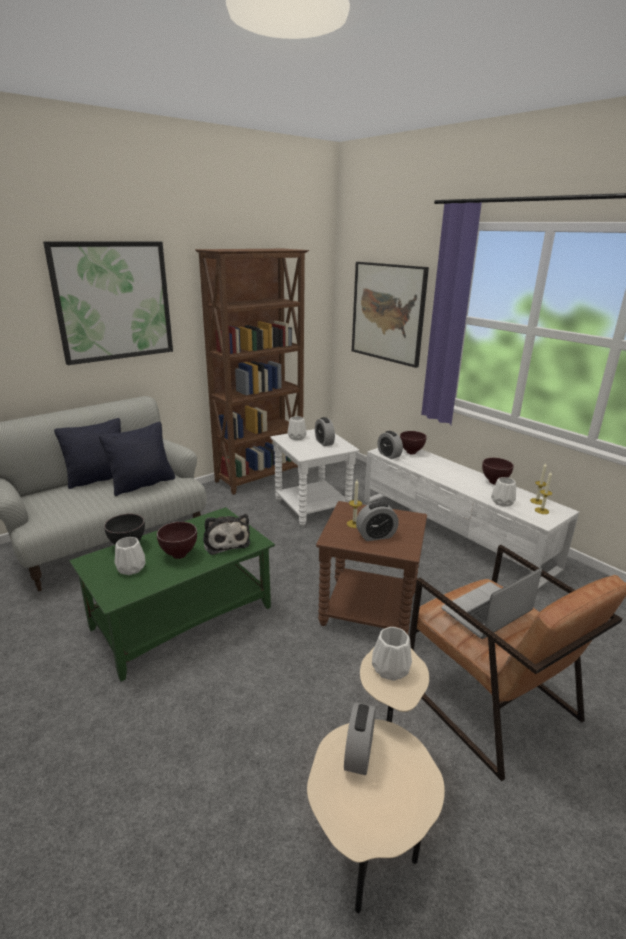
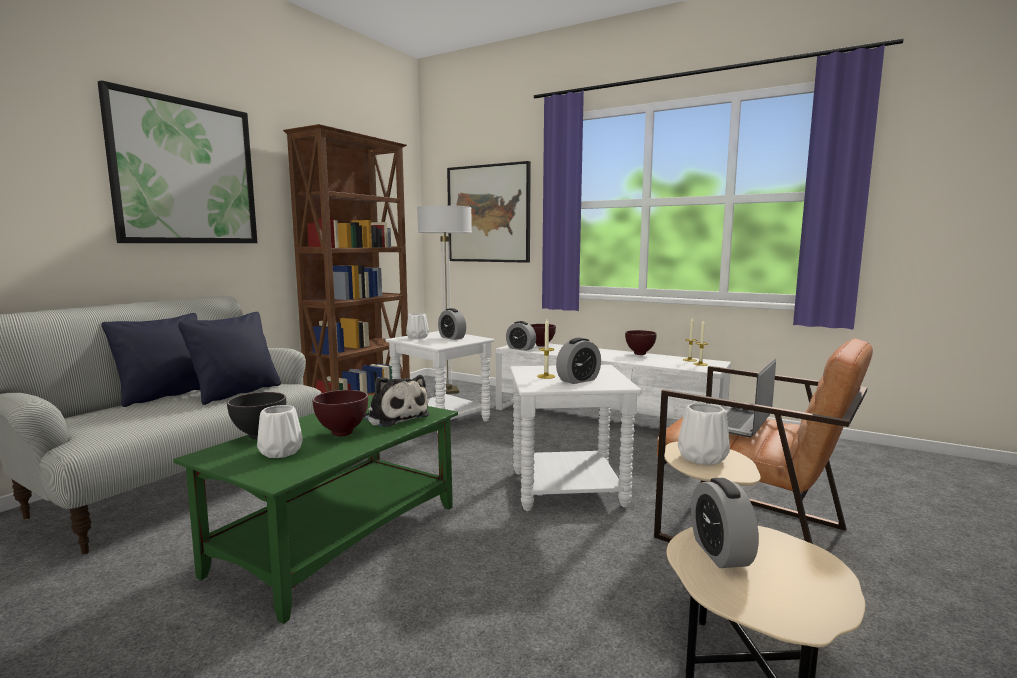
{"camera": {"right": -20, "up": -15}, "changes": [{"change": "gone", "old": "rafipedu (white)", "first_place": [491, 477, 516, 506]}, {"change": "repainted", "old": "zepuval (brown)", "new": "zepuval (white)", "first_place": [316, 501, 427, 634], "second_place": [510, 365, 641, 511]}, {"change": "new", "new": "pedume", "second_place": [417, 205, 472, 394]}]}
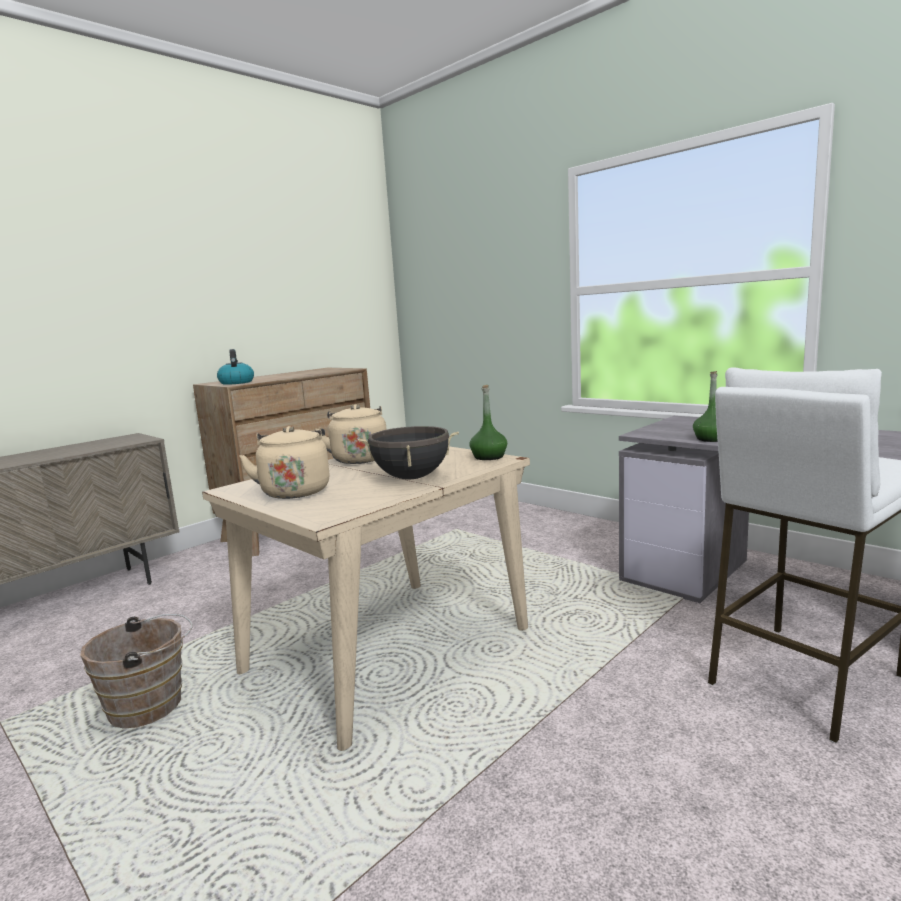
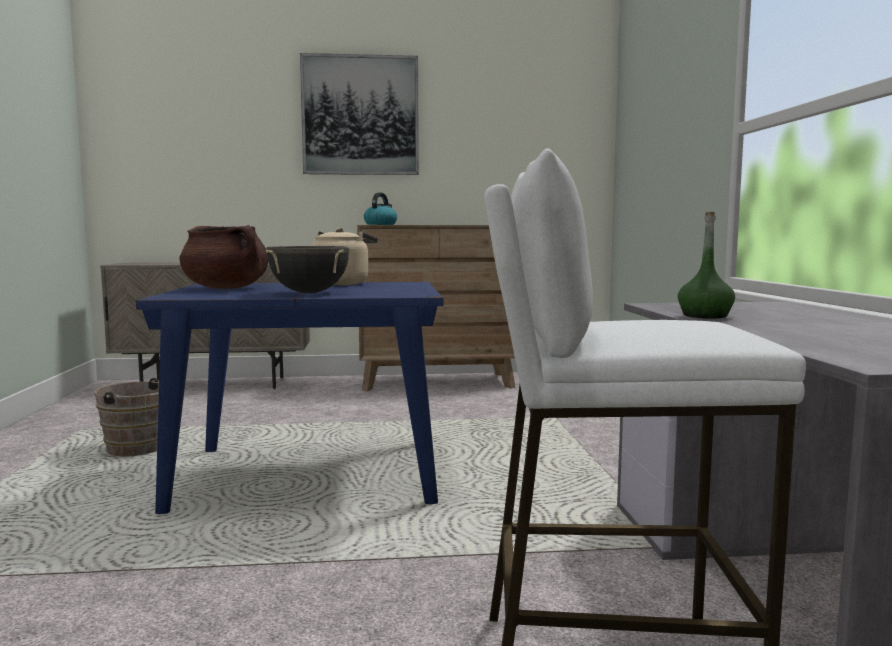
{"camera": {"right": 40, "up": -5}, "changes": [{"change": "gone", "old": "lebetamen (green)", "first_place": [469, 385, 507, 460]}, {"change": "swapped", "old": "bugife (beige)", "new": "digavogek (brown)", "first_place": [239, 426, 330, 499], "second_place": [179, 225, 268, 289]}, {"change": "repainted", "old": "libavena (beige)", "new": "libavena (blue)", "first_place": [202, 446, 530, 751], "second_place": [136, 282, 443, 514]}, {"change": "new", "new": "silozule", "second_place": [300, 53, 419, 175]}]}
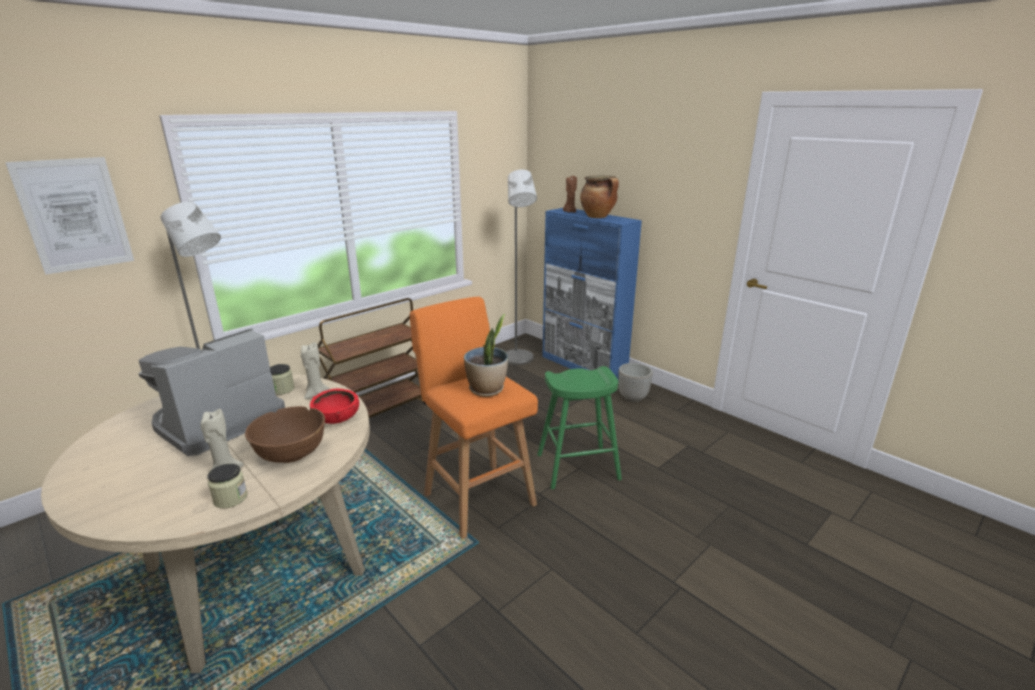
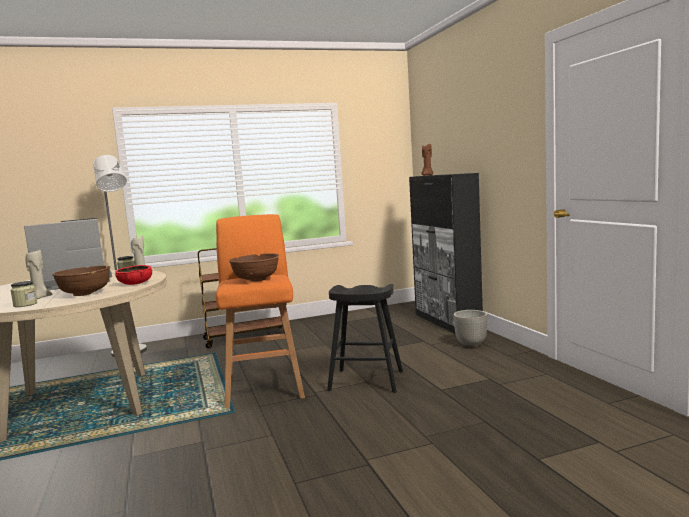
{"camera": {"right": 25, "up": -15}, "changes": [{"change": "gone", "old": "silozule", "first_place": [5, 157, 134, 275]}, {"change": "gone", "old": "pedume (grey)", "first_place": [506, 170, 537, 365]}, {"change": "gone", "old": "digavogek", "first_place": [580, 175, 619, 218]}, {"change": "repainted", "old": "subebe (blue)", "new": "subebe (black)", "first_place": [543, 208, 642, 379], "second_place": [409, 173, 483, 334]}, {"change": "swapped", "old": "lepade", "new": "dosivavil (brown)", "first_place": [464, 314, 508, 397], "second_place": [229, 253, 279, 282]}, {"change": "repainted", "old": "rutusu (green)", "new": "rutusu (black)", "first_place": [537, 366, 622, 489], "second_place": [327, 284, 403, 393]}]}
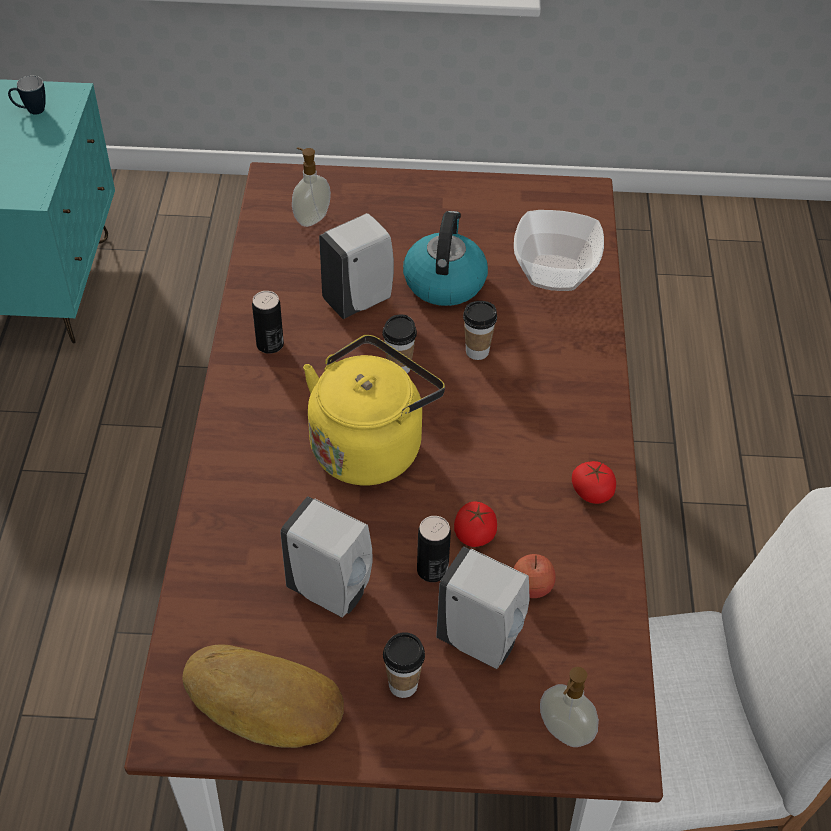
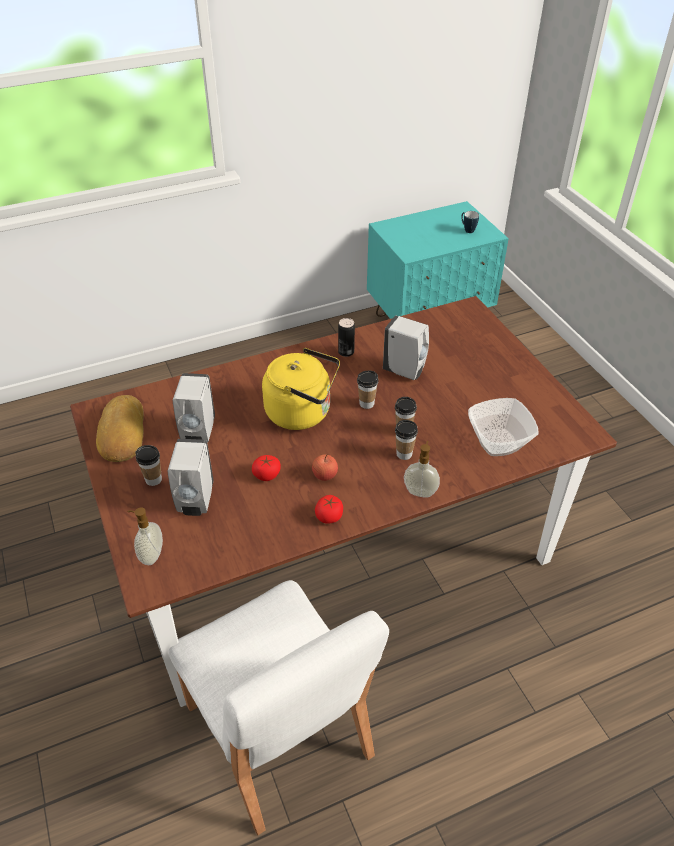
{"camera": {"right": 65, "up": -5}, "changes": [{"change": "shifted", "old": "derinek", "first_place": [292, 147, 331, 227], "second_place": [404, 441, 440, 498]}, {"change": "gone", "old": "bugife", "first_place": [403, 211, 488, 306]}, {"change": "gone", "old": "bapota", "first_place": [417, 516, 451, 582]}, {"change": "shifted", "old": "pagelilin", "first_place": [514, 554, 556, 598], "second_place": [312, 454, 338, 481]}, {"change": "new", "new": "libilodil", "second_place": [395, 420, 418, 460]}]}
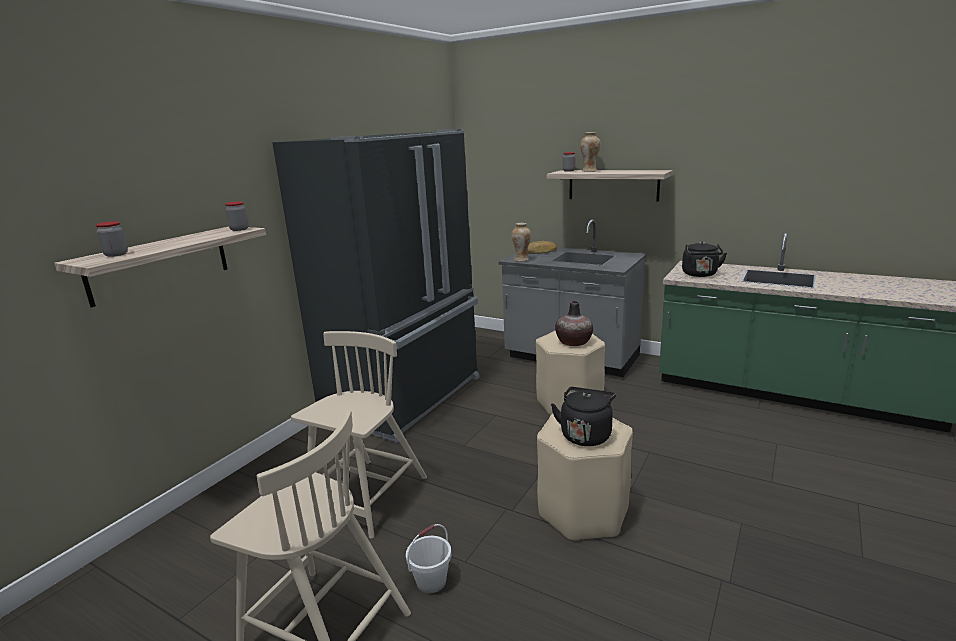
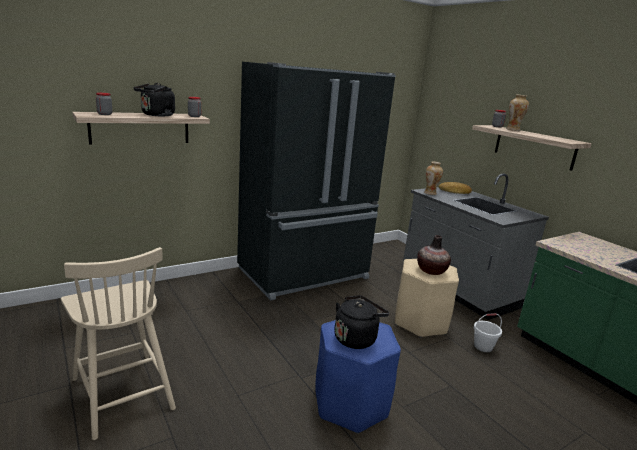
{"camera": {"right": 25, "up": 0}, "changes": [{"change": "shifted", "old": "bugife (black)", "first_place": [682, 242, 727, 277], "second_place": [134, 83, 175, 116]}, {"change": "gone", "old": "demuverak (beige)", "first_place": [291, 331, 427, 539]}, {"change": "repainted", "old": "rutusu (beige)", "new": "rutusu (blue)", "first_place": [537, 414, 633, 541], "second_place": [315, 320, 401, 434]}, {"change": "shifted", "old": "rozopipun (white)", "first_place": [406, 524, 451, 593], "second_place": [474, 313, 502, 352]}]}
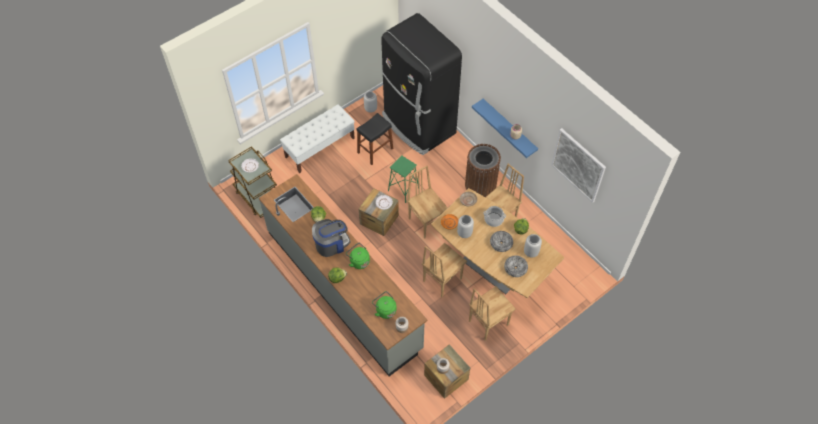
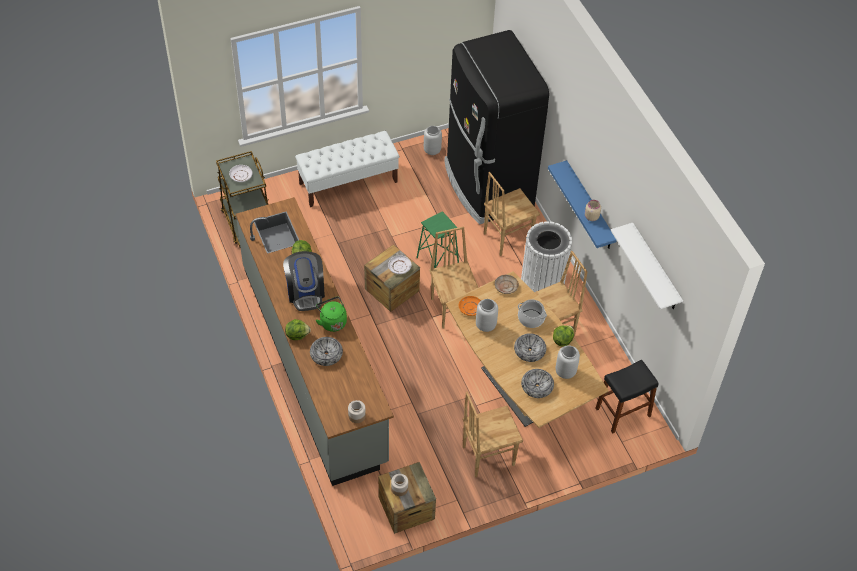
{"camera": {"right": 15, "up": -5}, "changes": [{"change": "shifted", "old": "rutusu (black)", "first_place": [357, 113, 393, 165], "second_place": [595, 360, 659, 433]}, {"change": "swapped", "old": "silozule", "new": "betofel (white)", "first_place": [551, 128, 606, 203], "second_place": [611, 223, 683, 309]}, {"change": "repainted", "old": "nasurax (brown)", "new": "nasurax (white)", "first_place": [465, 144, 501, 197], "second_place": [521, 221, 572, 292]}, {"change": "rotated", "old": "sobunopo", "first_place": [312, 219, 350, 257], "second_place": [283, 251, 325, 311], "degrees": 90}, {"change": "shifted", "old": "demuverak (brown)", "first_place": [422, 243, 467, 297], "second_place": [484, 172, 540, 256]}, {"change": "gone", "old": "bugife (green)", "first_place": [372, 291, 396, 319]}, {"change": "new", "new": "dosivavil", "second_place": [310, 337, 343, 366]}]}
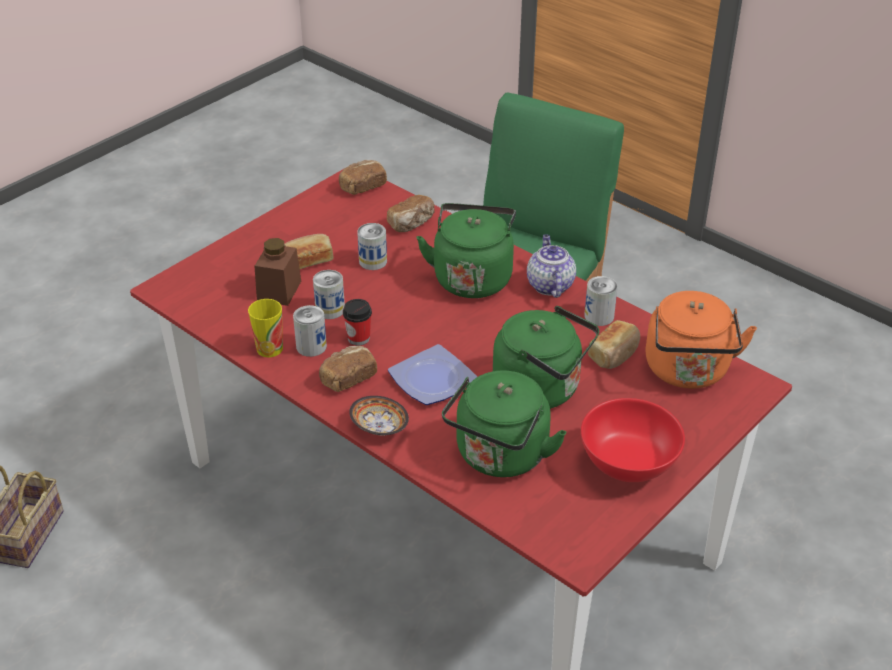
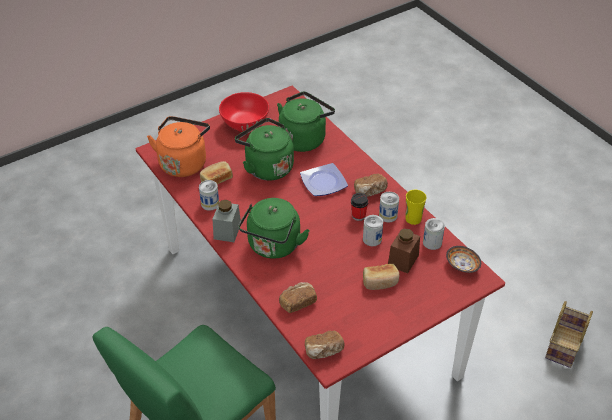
{"camera": {"right": -165, "up": 5}, "changes": [{"change": "shifted", "old": "bapota", "first_place": [357, 223, 387, 270], "second_place": [423, 218, 445, 250]}, {"change": "swapped", "old": "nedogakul", "new": "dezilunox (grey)", "first_place": [527, 234, 576, 298], "second_place": [213, 200, 241, 242]}, {"change": "shifted", "old": "dosivavil", "first_place": [349, 396, 409, 435], "second_place": [446, 246, 481, 273]}]}
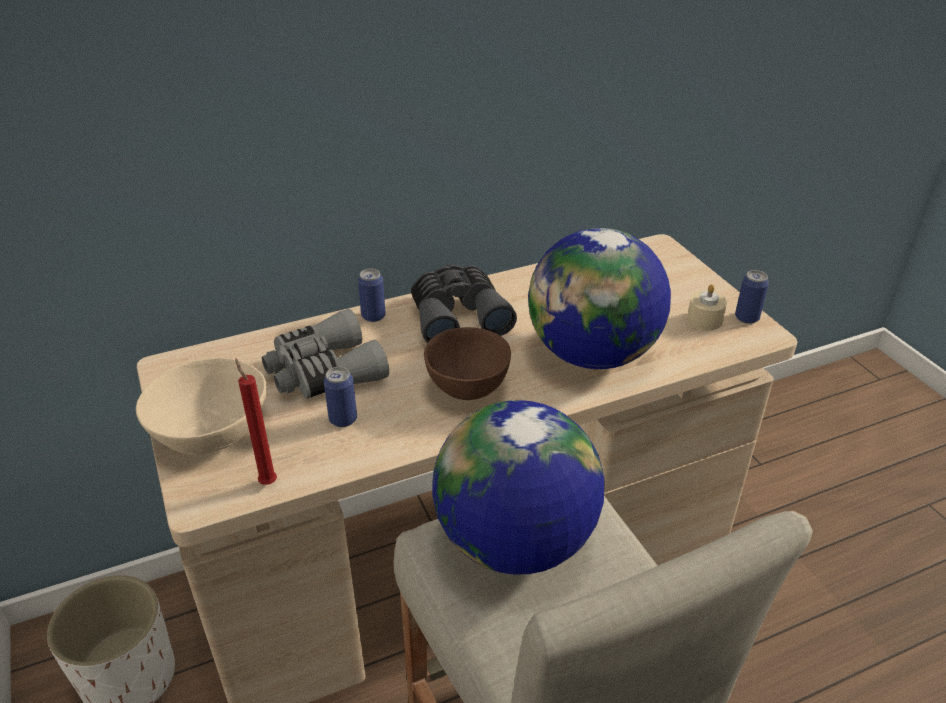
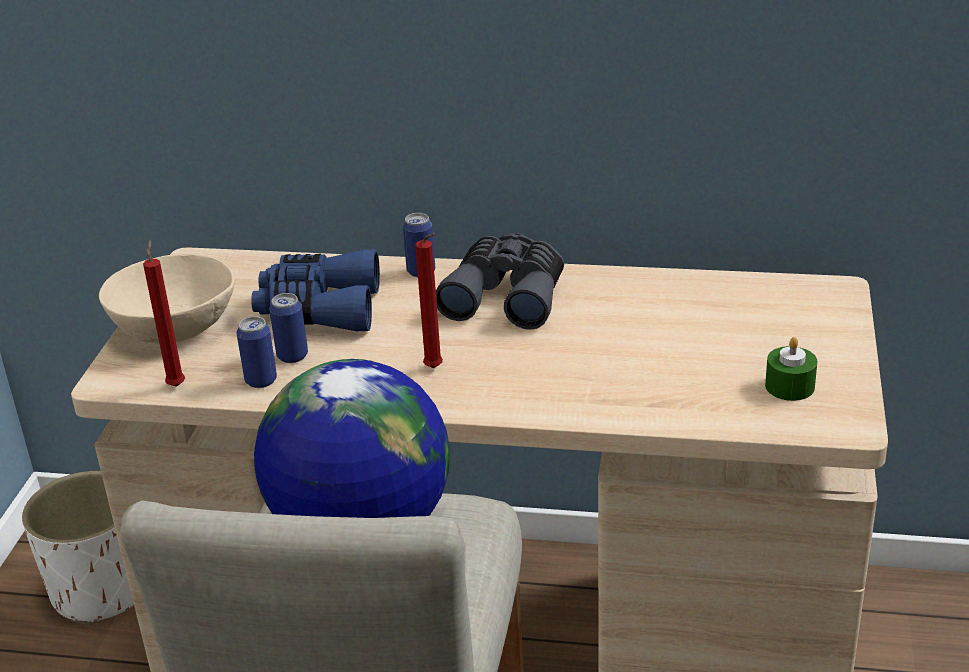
{"camera": {"right": 35, "up": -5}, "changes": [{"change": "gone", "old": "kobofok", "first_place": [528, 228, 671, 369]}, {"change": "shifted", "old": "bapota", "first_place": [735, 270, 769, 324], "second_place": [237, 316, 277, 388]}, {"change": "repainted", "old": "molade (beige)", "new": "molade (green)", "first_place": [687, 284, 727, 330], "second_place": [765, 337, 817, 401]}, {"change": "repainted", "old": "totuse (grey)", "new": "totuse (blue)", "first_place": [262, 309, 389, 399], "second_place": [251, 249, 380, 331]}, {"change": "swapped", "old": "dosivavil (brown)", "new": "molade (red)", "first_place": [424, 327, 511, 400], "second_place": [415, 233, 443, 368]}]}
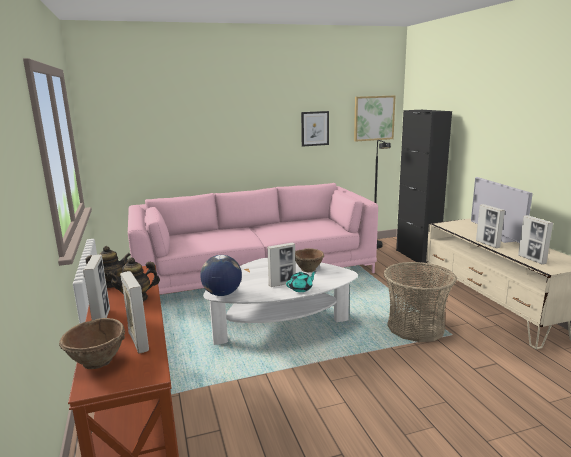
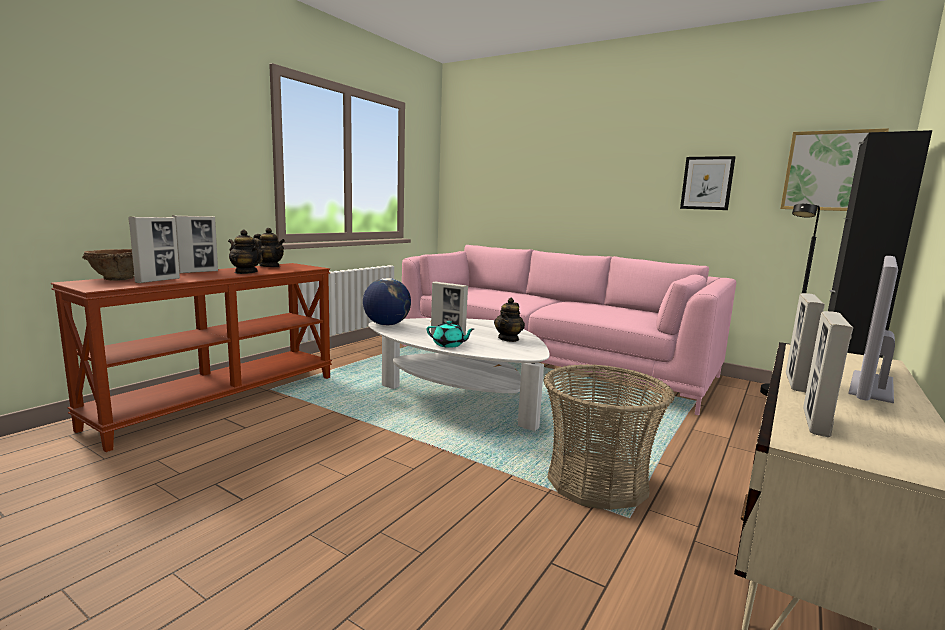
{"camera": {"right": 50, "up": -5}, "changes": [{"change": "swapped", "old": "dosivavil (brown)", "new": "nedogakul", "first_place": [295, 248, 324, 272], "second_place": [494, 298, 525, 342]}]}
